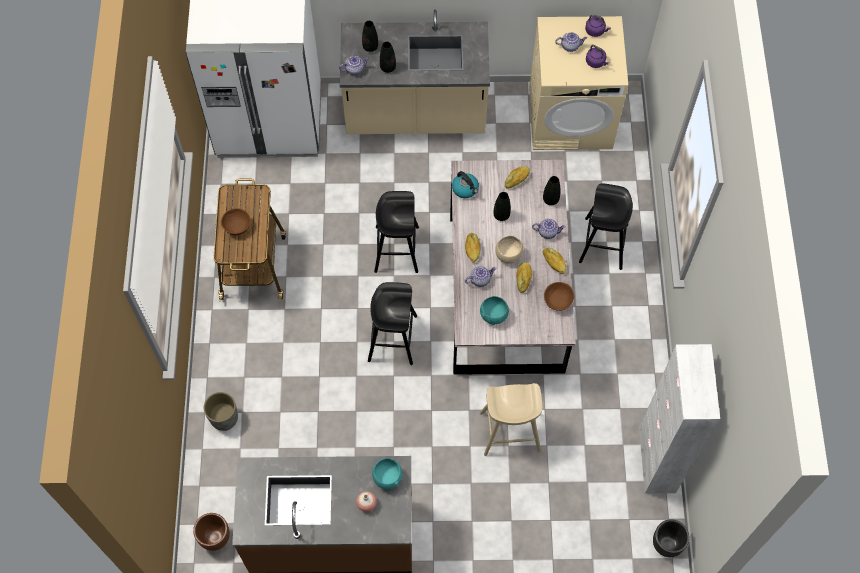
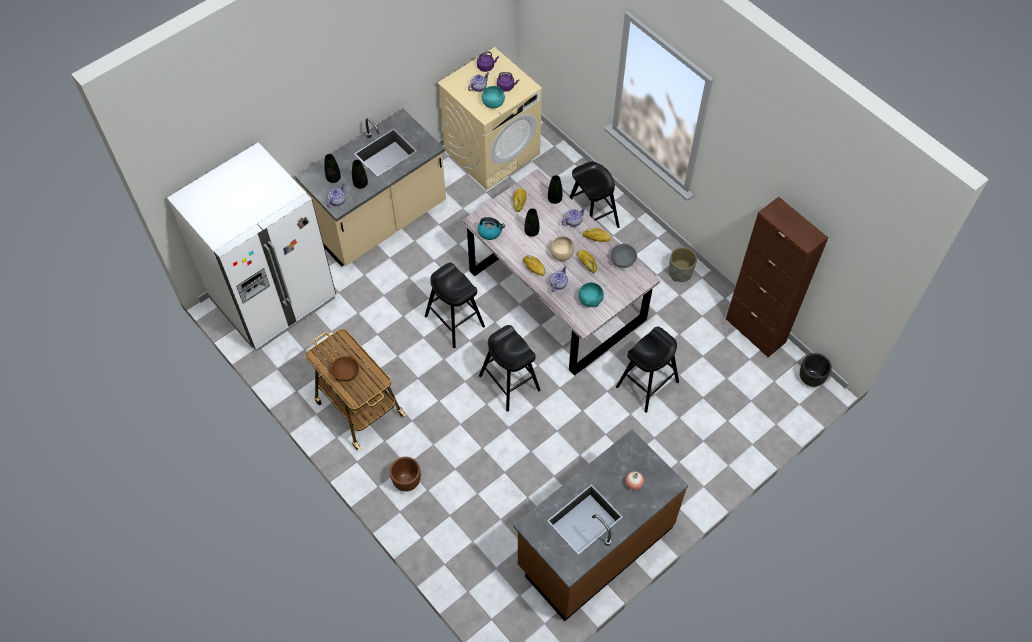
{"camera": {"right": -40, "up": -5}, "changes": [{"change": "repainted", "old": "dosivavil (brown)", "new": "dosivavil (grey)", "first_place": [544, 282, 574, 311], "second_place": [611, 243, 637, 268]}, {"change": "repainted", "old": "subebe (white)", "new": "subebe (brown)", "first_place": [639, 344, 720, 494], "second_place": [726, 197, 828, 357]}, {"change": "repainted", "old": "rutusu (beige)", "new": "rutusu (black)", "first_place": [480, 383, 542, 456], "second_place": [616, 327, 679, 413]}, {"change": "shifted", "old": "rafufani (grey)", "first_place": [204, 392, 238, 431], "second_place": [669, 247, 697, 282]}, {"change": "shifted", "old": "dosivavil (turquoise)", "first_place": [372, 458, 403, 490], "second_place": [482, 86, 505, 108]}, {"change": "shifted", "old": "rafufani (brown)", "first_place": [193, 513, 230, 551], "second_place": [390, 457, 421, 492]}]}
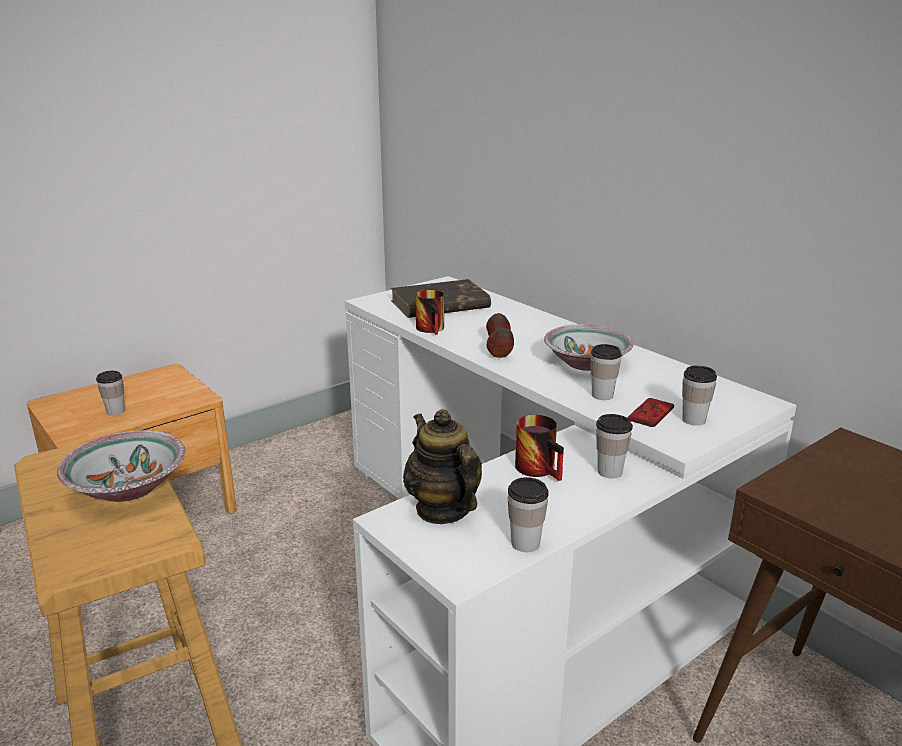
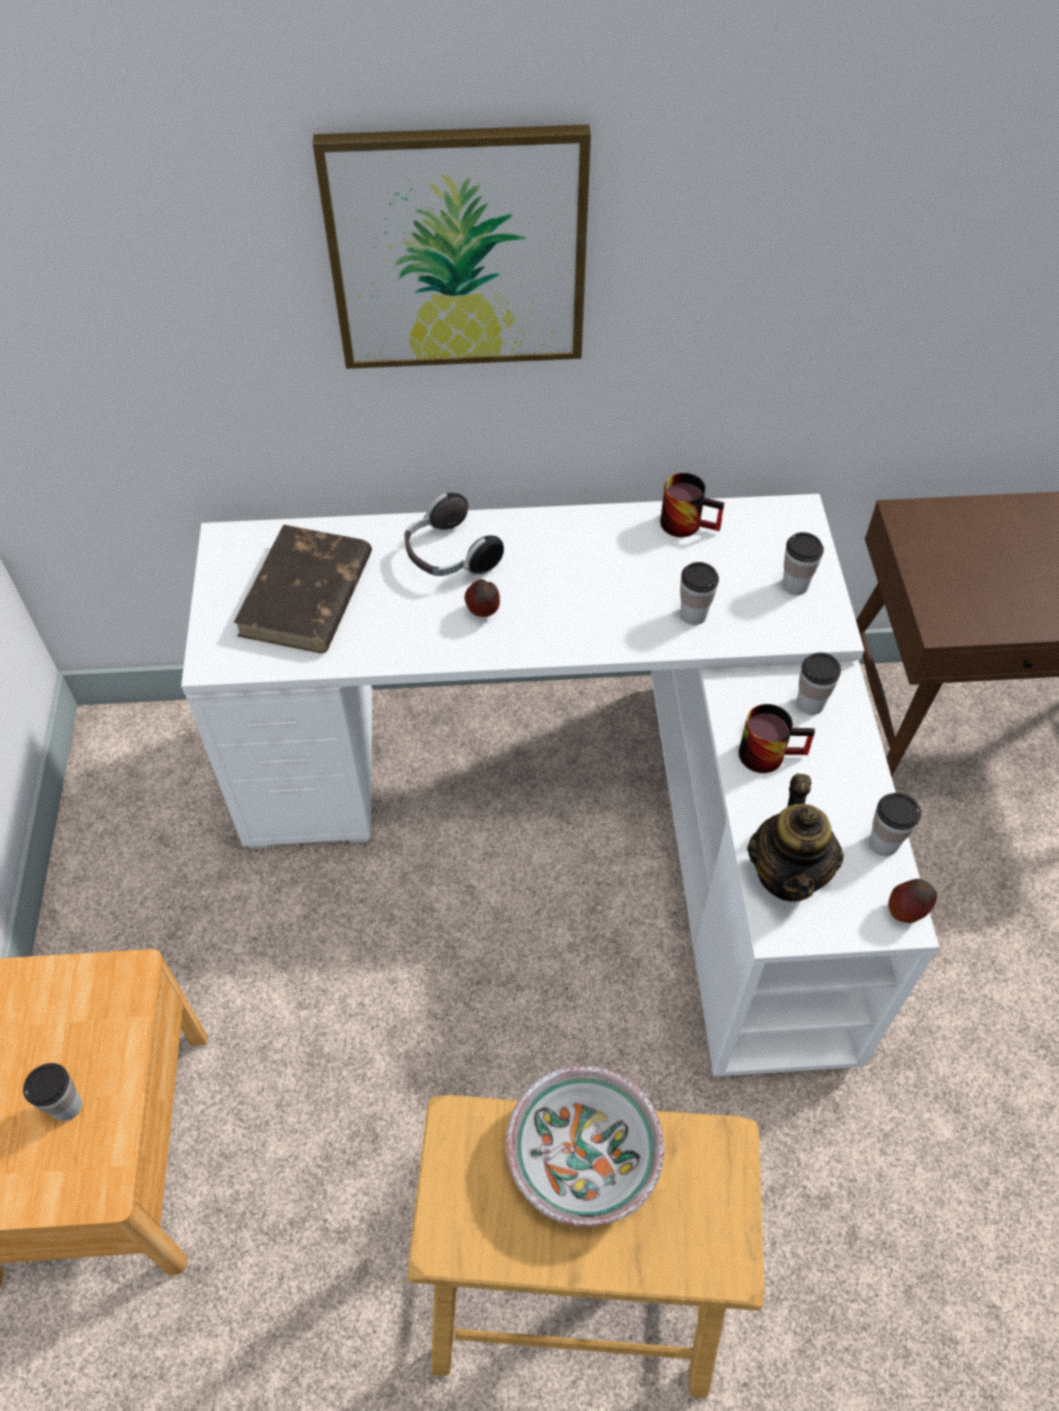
{"camera": {"right": -55, "up": 30}, "changes": [{"change": "shifted", "old": "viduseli", "first_place": [415, 290, 444, 335], "second_place": [660, 473, 724, 537]}, {"change": "gone", "old": "dosivavil", "first_place": [544, 324, 633, 371]}, {"change": "shifted", "old": "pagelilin", "first_place": [487, 327, 514, 358], "second_place": [888, 879, 937, 923]}, {"change": "gone", "old": "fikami", "first_place": [628, 398, 674, 427]}, {"change": "rotated", "old": "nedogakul", "first_place": [403, 409, 482, 524], "second_place": [747, 774, 844, 902], "degrees": -90}, {"change": "new", "new": "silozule", "second_place": [313, 125, 591, 369]}, {"change": "new", "new": "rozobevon", "second_place": [404, 493, 504, 576]}]}
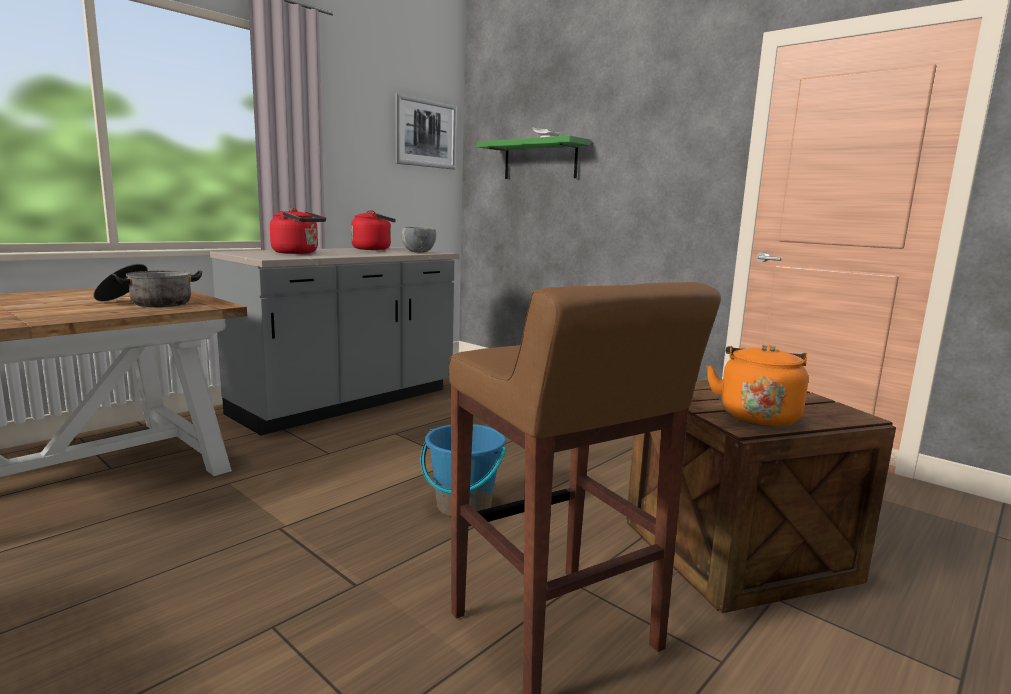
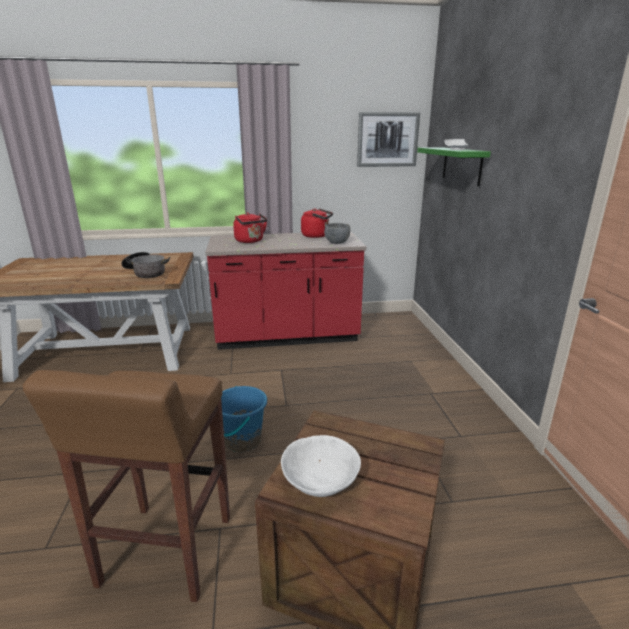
{"camera": {"right": 40, "up": 10}, "changes": [{"change": "repainted", "old": "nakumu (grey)", "new": "nakumu (red)", "first_place": [210, 247, 460, 435], "second_place": [205, 231, 366, 350]}, {"change": "swapped", "old": "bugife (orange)", "new": "dosivavil (white)", "first_place": [706, 345, 808, 427], "second_place": [281, 435, 361, 497]}]}
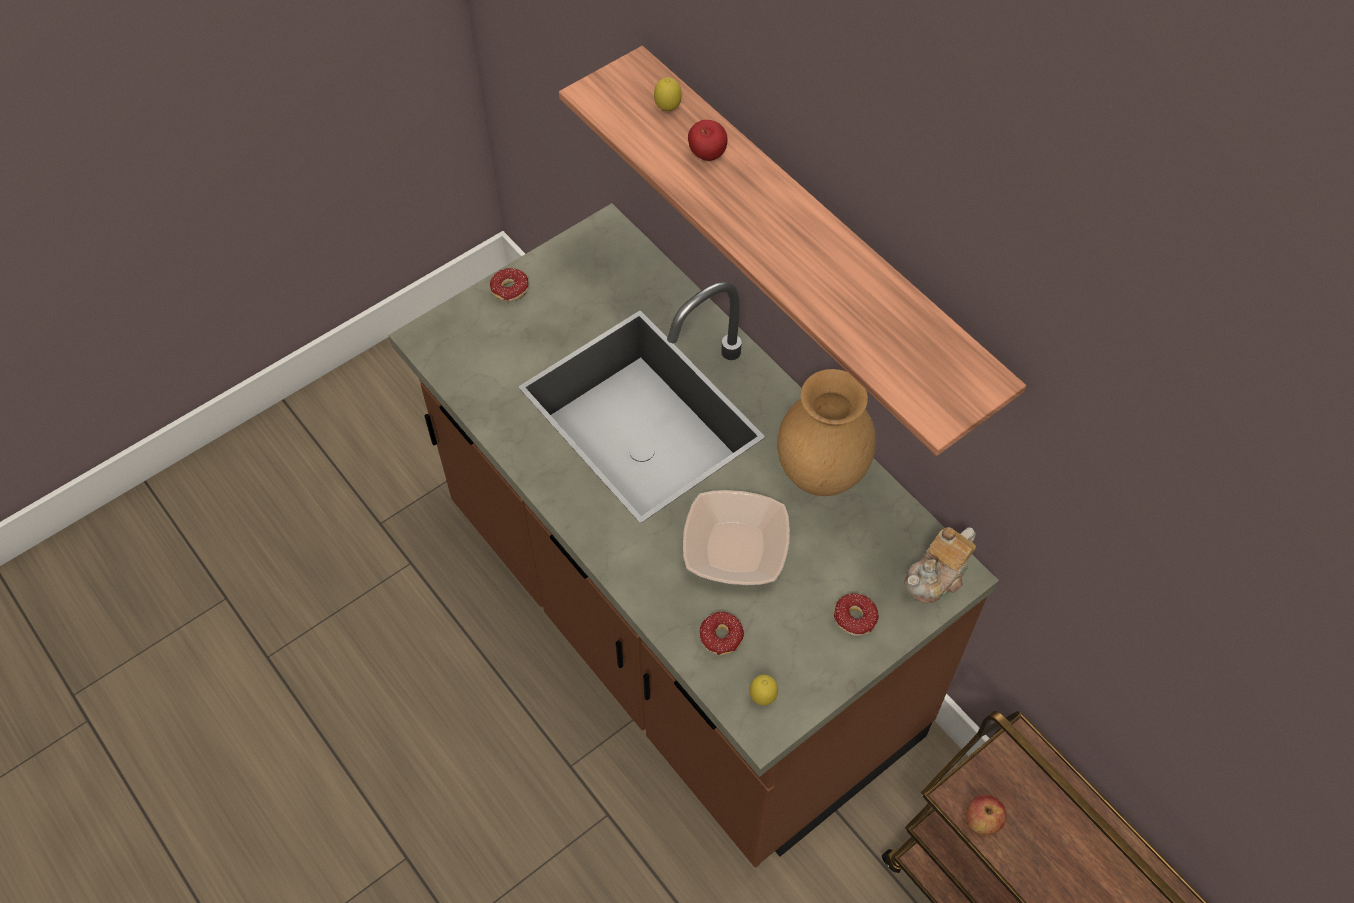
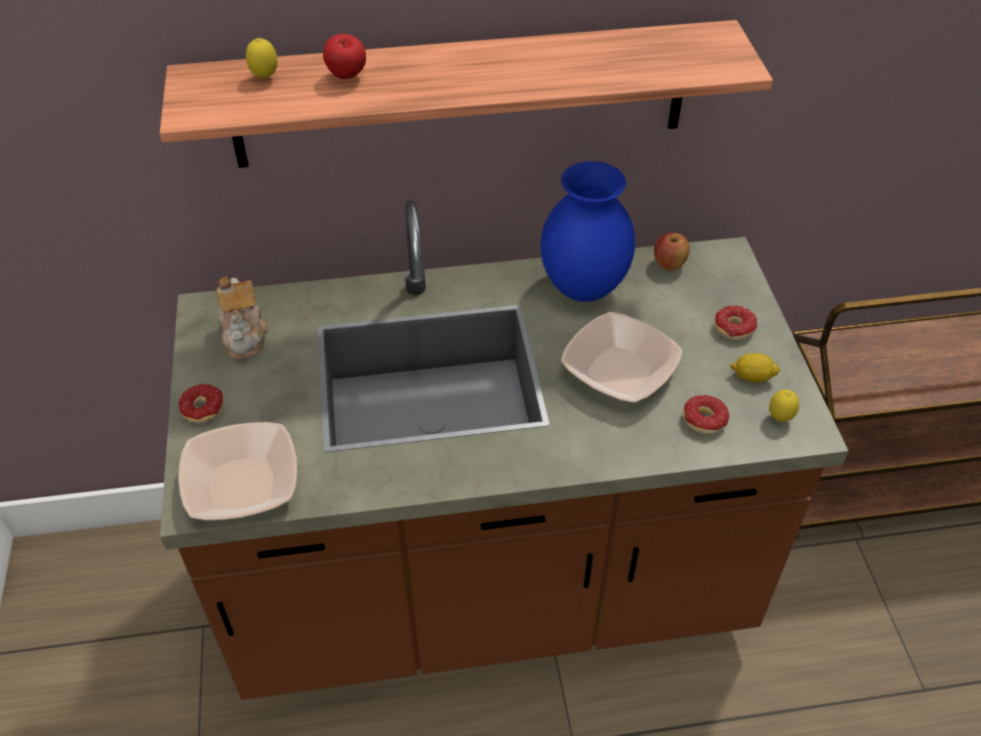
{"camera": {"right": -60, "up": -10}, "changes": [{"change": "repainted", "old": "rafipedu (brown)", "new": "rafipedu (blue)", "first_place": [777, 369, 876, 496], "second_place": [541, 161, 635, 302]}, {"change": "shifted", "old": "nedogakul", "first_place": [904, 527, 976, 603], "second_place": [216, 276, 268, 360]}, {"change": "shifted", "old": "pagelilin", "first_place": [966, 795, 1006, 835], "second_place": [654, 233, 690, 271]}, {"change": "new", "new": "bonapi", "second_place": [730, 353, 781, 382]}, {"change": "new", "new": "dosivavil", "second_place": [178, 422, 297, 520]}]}
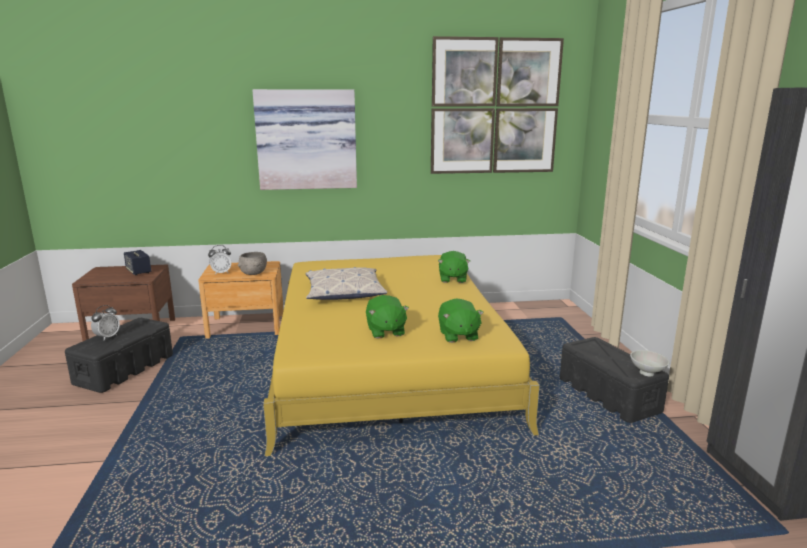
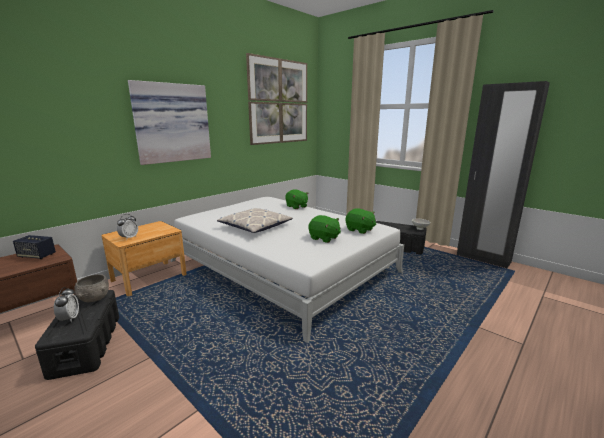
{"camera": {"right": -40, "up": 0}, "changes": [{"change": "shifted", "old": "dosivavil (grey)", "first_place": [238, 252, 267, 275], "second_place": [74, 274, 109, 302]}, {"change": "repainted", "old": "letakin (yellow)", "new": "letakin (white)", "first_place": [263, 255, 540, 456], "second_place": [170, 197, 404, 343]}]}
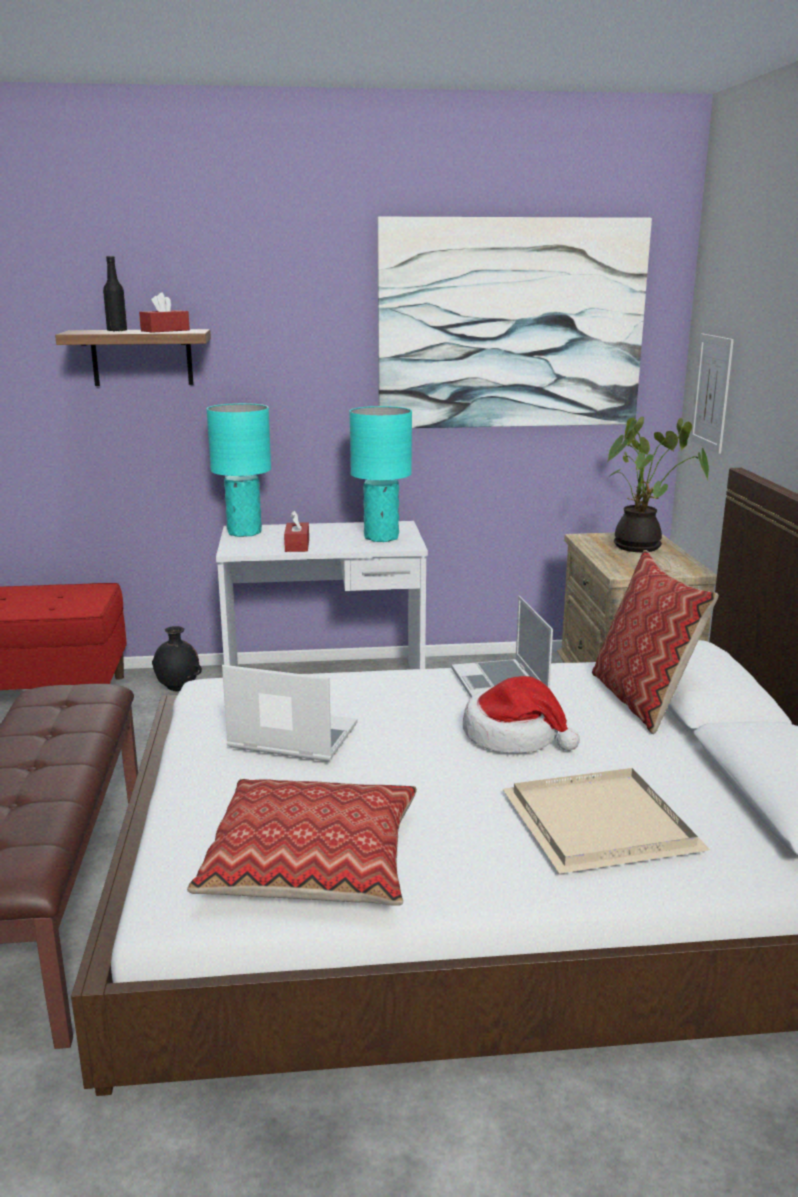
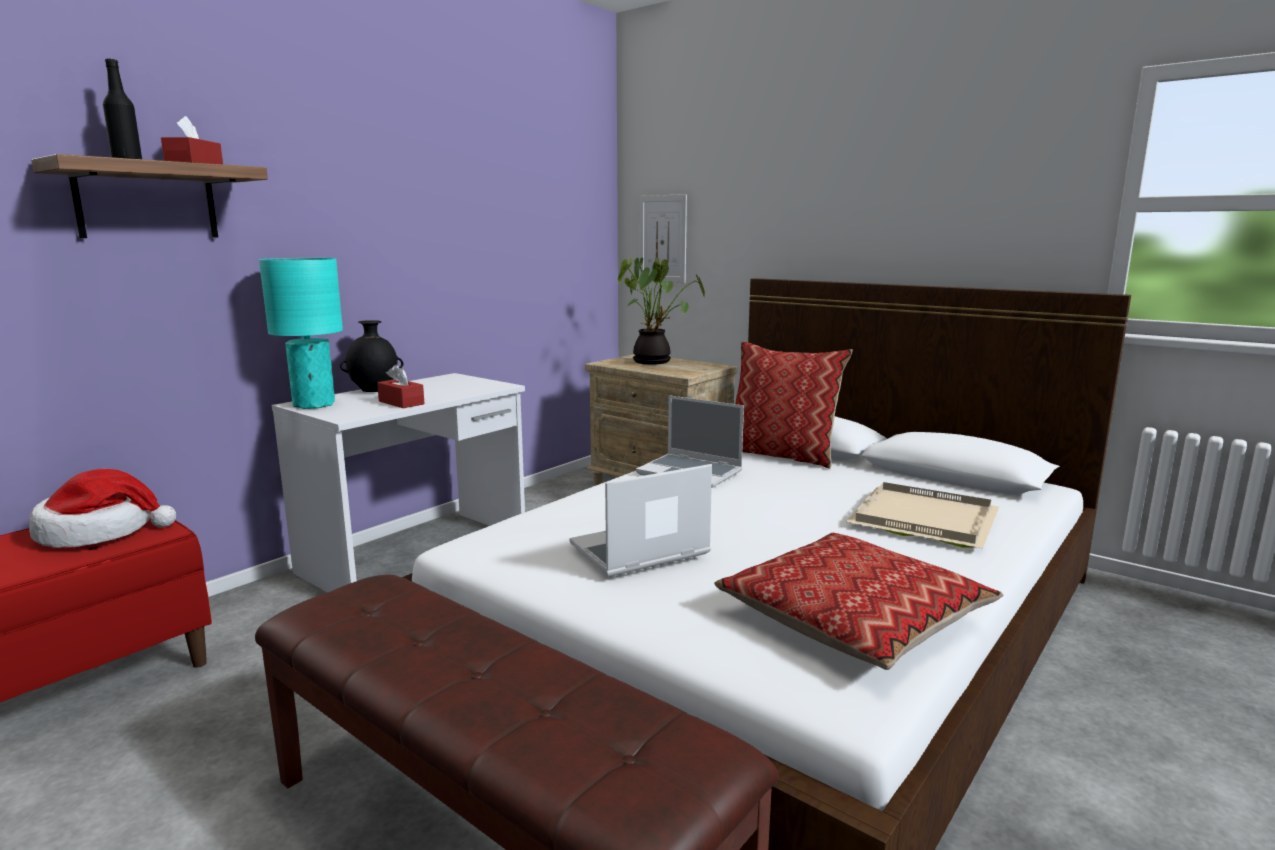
{"camera": {"right": -45, "up": -5}, "changes": [{"change": "gone", "old": "silozule", "first_place": [377, 216, 652, 428]}, {"change": "gone", "old": "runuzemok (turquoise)", "first_place": [349, 406, 412, 542]}, {"change": "shifted", "old": "rafipedu (black)", "first_place": [152, 626, 202, 691], "second_place": [340, 320, 403, 392]}, {"change": "shifted", "old": "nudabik", "first_place": [463, 676, 580, 753], "second_place": [29, 469, 176, 548]}]}
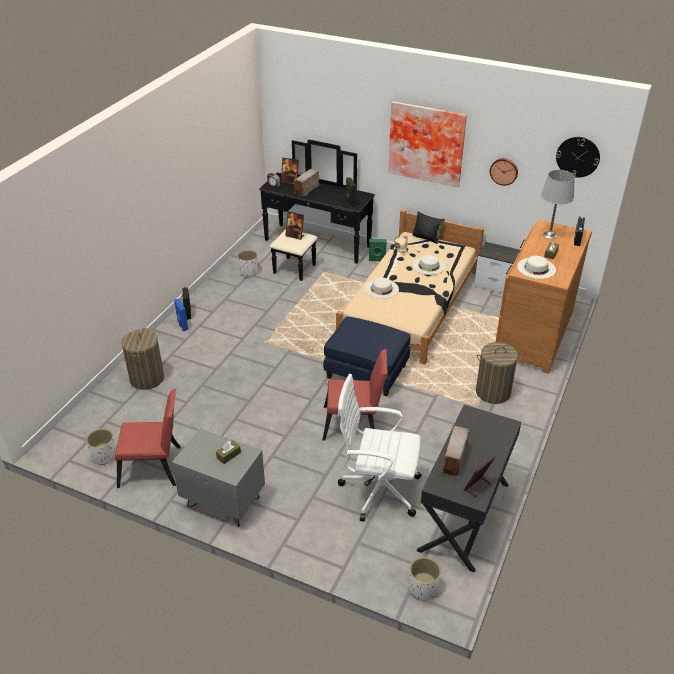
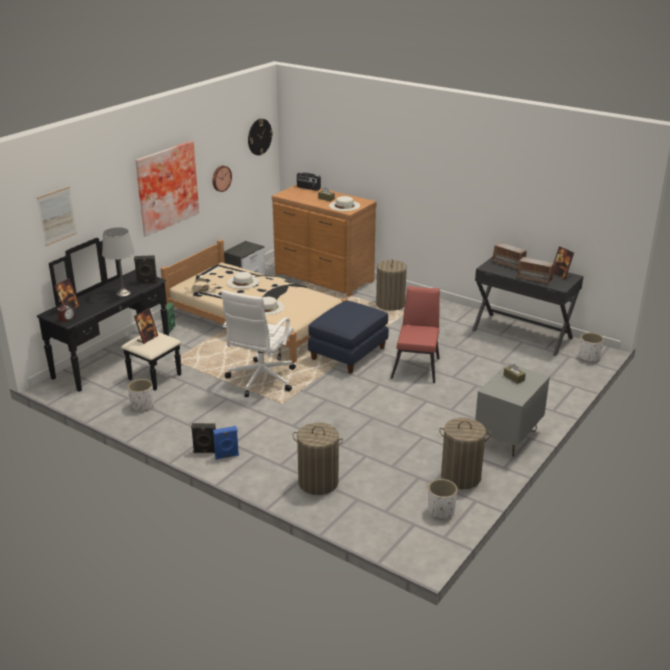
{"camera": {"right": -80, "up": -10}, "changes": [{"change": "shifted", "old": "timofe", "first_place": [294, 169, 320, 197], "second_place": [491, 242, 527, 269]}, {"change": "shifted", "old": "runuzemok (grey)", "first_place": [541, 170, 575, 239], "second_place": [102, 227, 135, 297]}, {"change": "gone", "old": "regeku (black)", "first_place": [412, 211, 445, 244]}, {"change": "shifted", "old": "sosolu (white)", "first_place": [337, 374, 422, 521], "second_place": [222, 290, 296, 397]}, {"change": "swapped", "old": "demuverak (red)", "new": "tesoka", "first_place": [115, 389, 181, 488], "second_place": [439, 418, 491, 489]}, {"change": "new", "new": "silozule", "second_place": [37, 186, 77, 246]}]}
